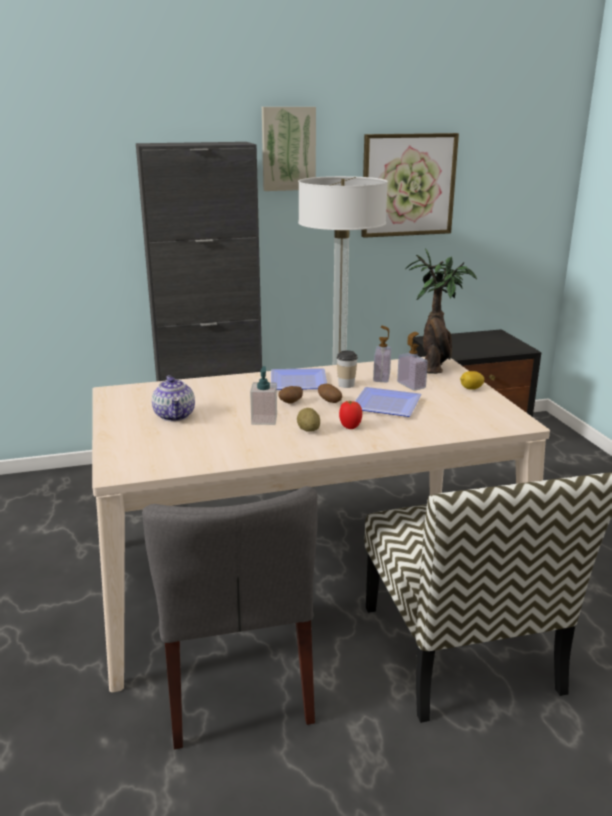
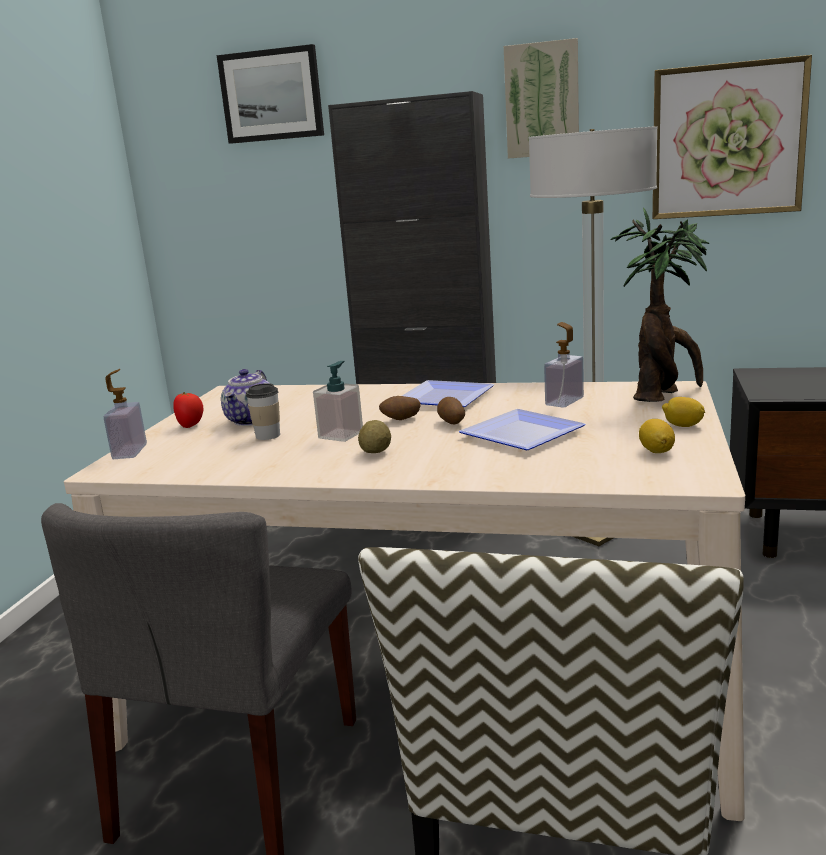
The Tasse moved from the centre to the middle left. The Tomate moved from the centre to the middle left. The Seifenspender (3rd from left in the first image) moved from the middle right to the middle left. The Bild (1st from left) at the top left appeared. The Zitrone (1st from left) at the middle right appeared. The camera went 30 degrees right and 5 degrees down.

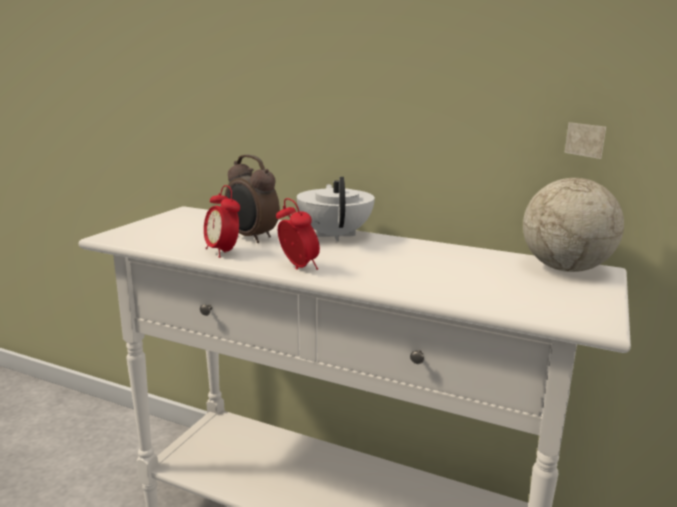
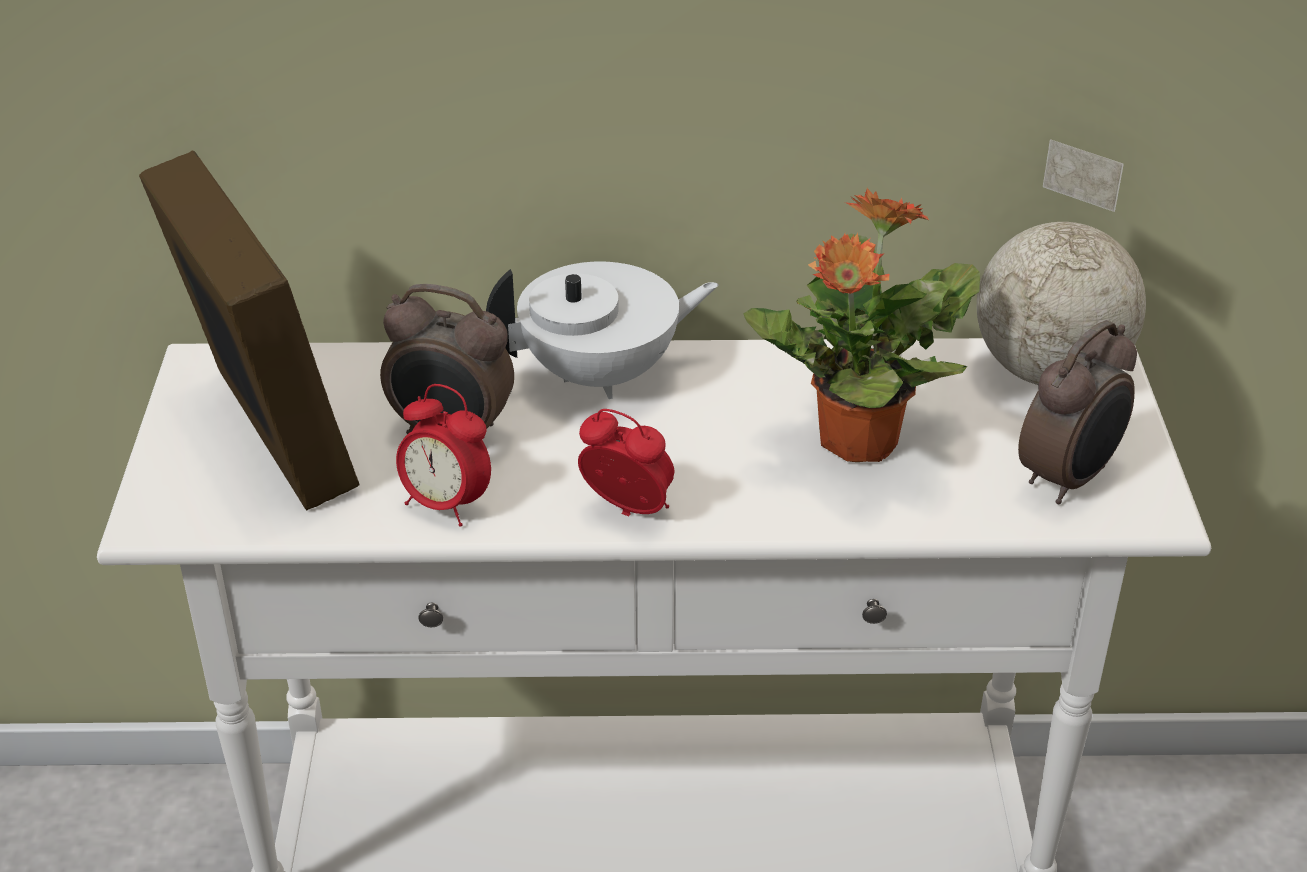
The Teekanne/weiß at the centre turned 105 degrees clockwise. The Bilderrahmen at the middle left appeared. The Topfpflanze at the centre appeared. The Wecker (4th from left) at the middle right appeared. The camera went 25 degrees left and 20 degrees up.

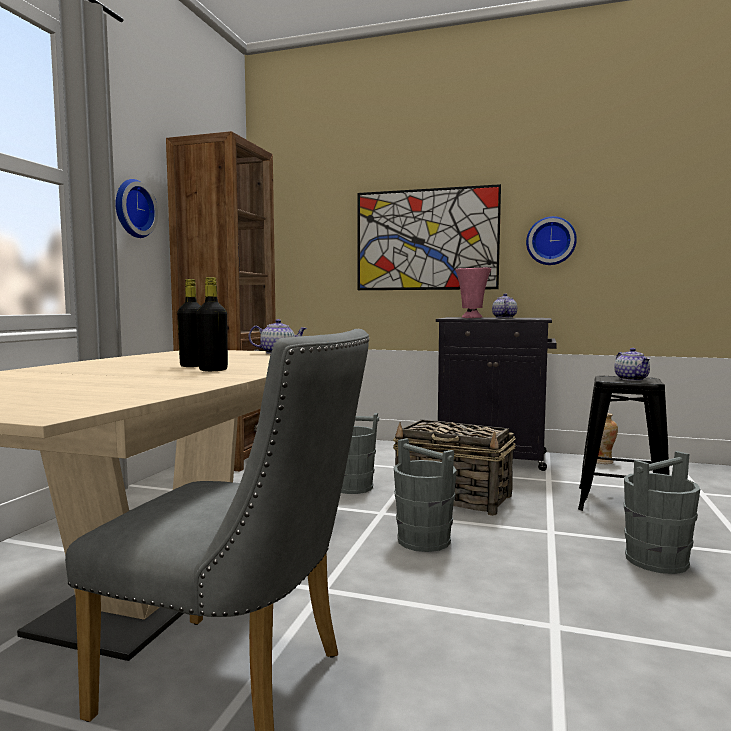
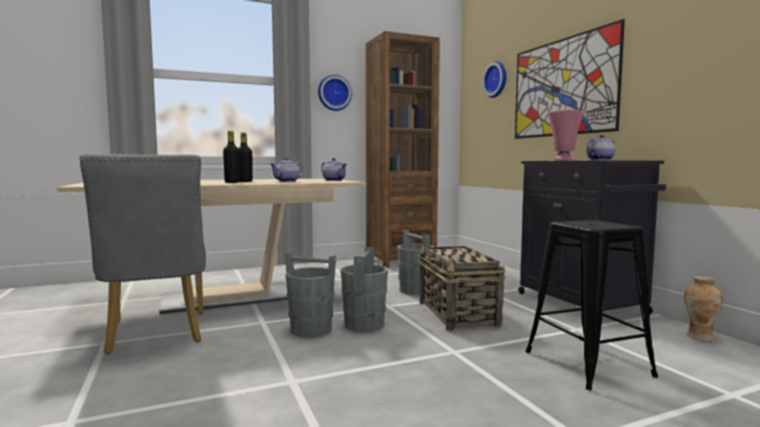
The Wanduhr (2nd from left) moved from the top right to the top centre. The Teekanne (3rd from left in the first image) moved from the middle right to the centre. The Eimer/grau (3rd from left in the first image) moved from the bottom right to the bottom centre. The camera went 50 degrees right and 0 degrees up.

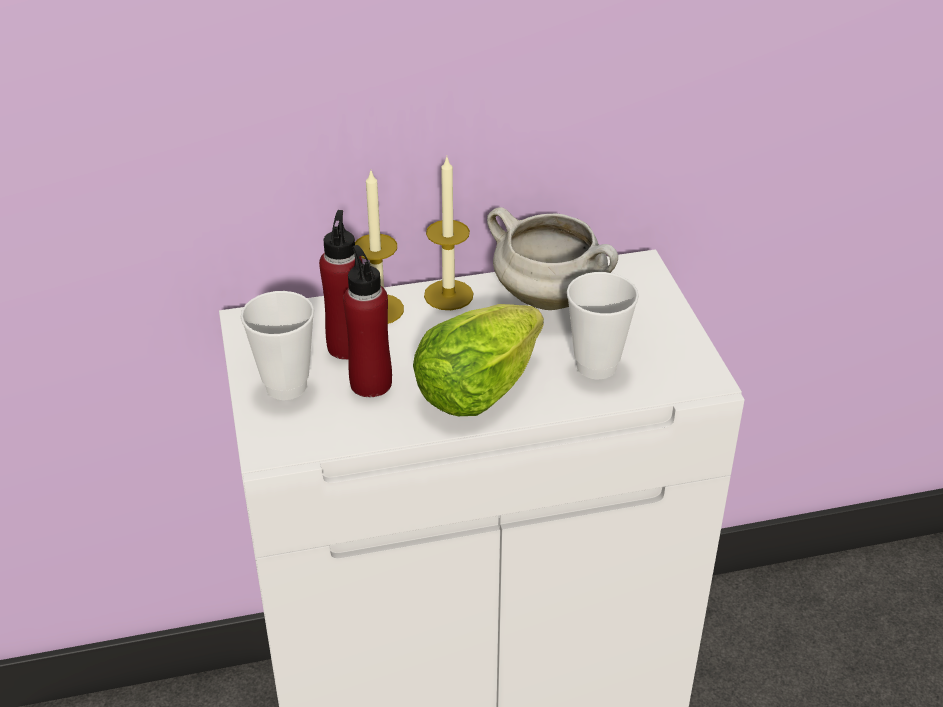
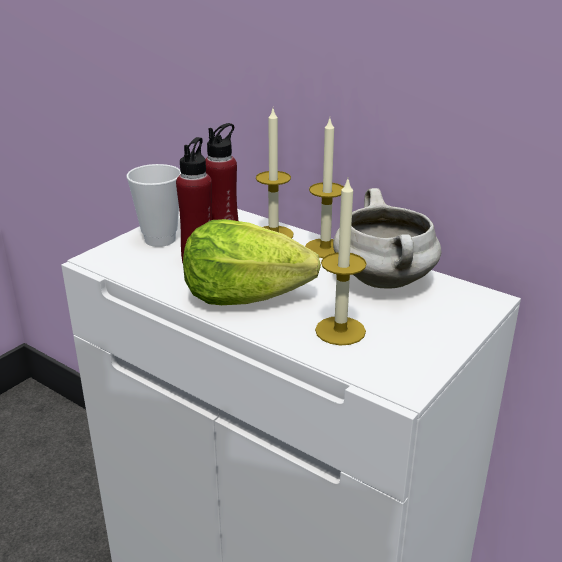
The Tasse (2nd from left) at the centre was replaced by the Kerze (3rd from left) at the centre. The camera went 50 degrees right and 10 degrees down.

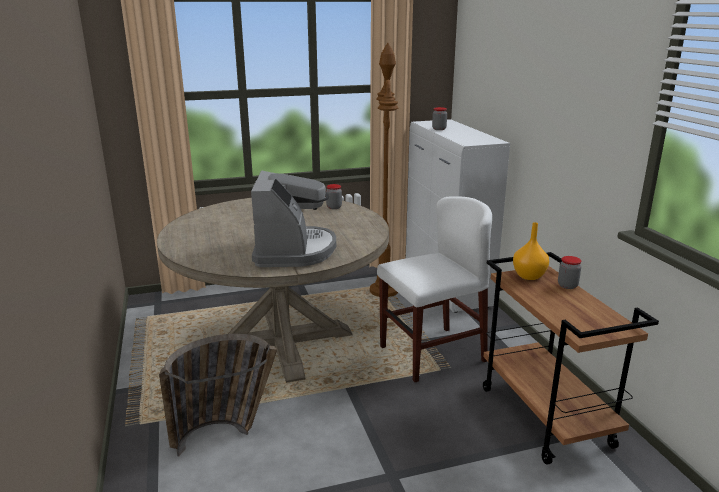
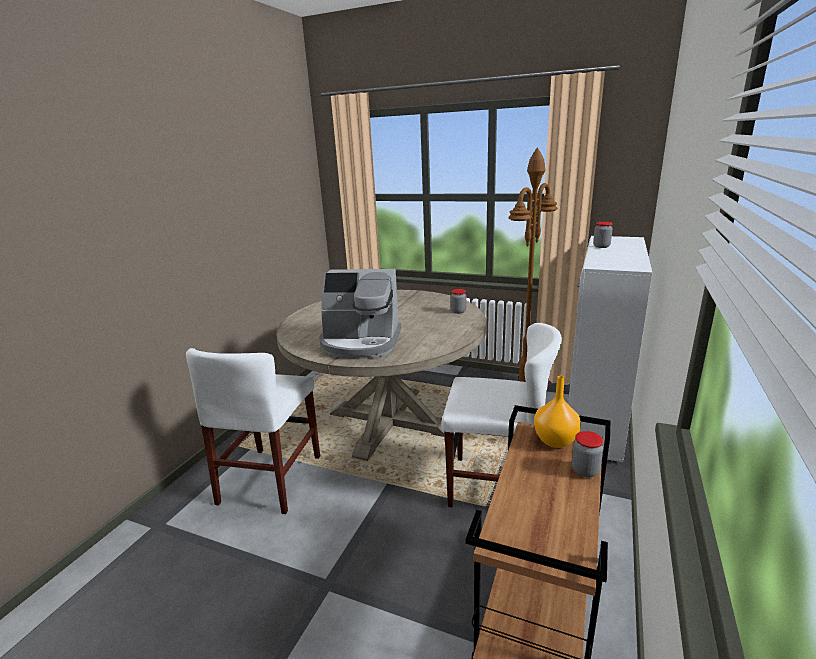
The Korb at the bottom left was replaced by the Stuhl/weiß (1st from left) at the middle left. The Kaffeemaschine at the centre turned 60 degrees clockwise. The camera went 40 degrees right and 0 degrees up.

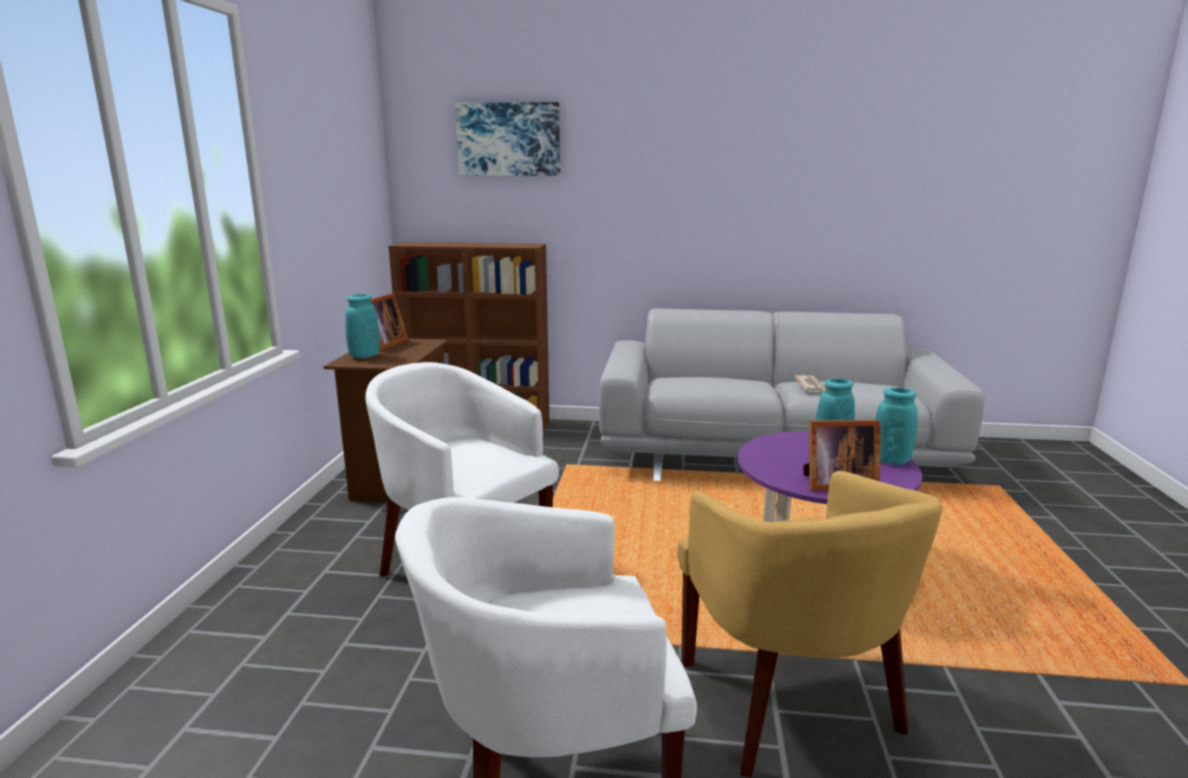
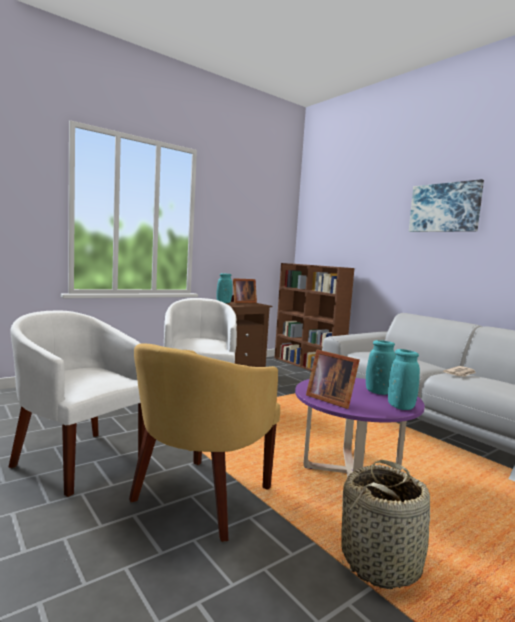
The Bild moved from the top centre to the top right. The Korb at the bottom right appeared. The camera went 45 degrees right and 10 degrees down.

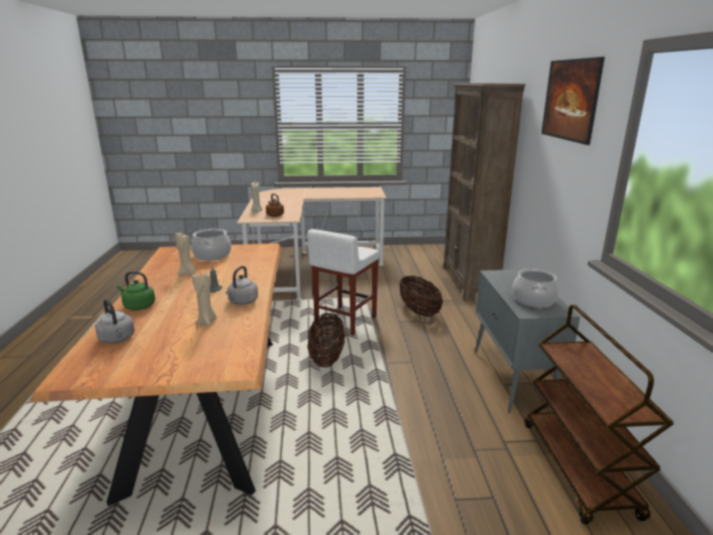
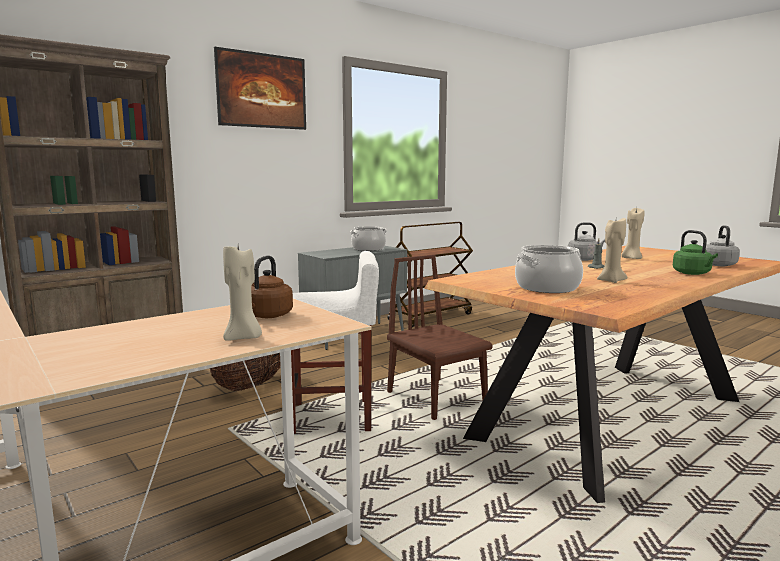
The Korb (1st from left) at the centre was replaced by the Stuhl/braun at the centre. The camera went 125 degrees left and 10 degrees down.

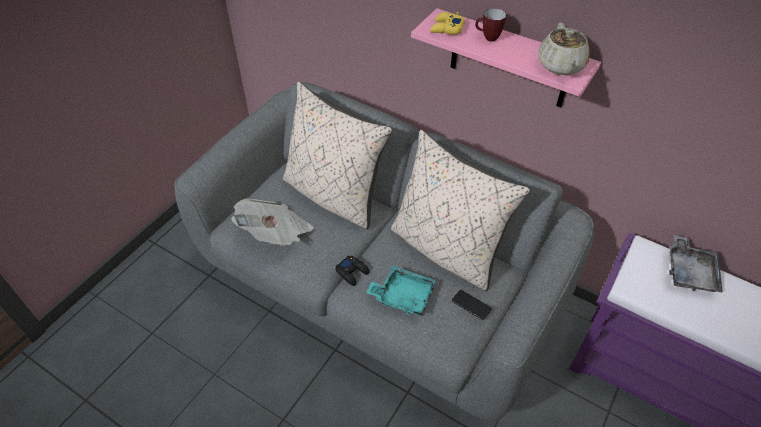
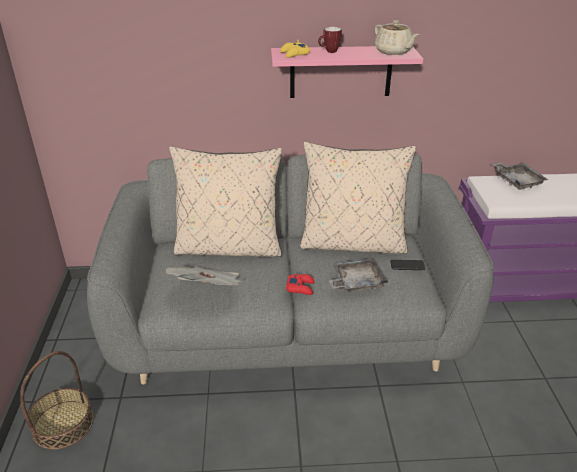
The Gamepad/schwarz at the centre became the Gamepad/rot at the centre. The Tablett/türkis at the bottom centre became the Tablett/grau (1st from left) at the centre. The Korb at the bottom left appeared. The camera went 35 degrees left and 15 degrees down.

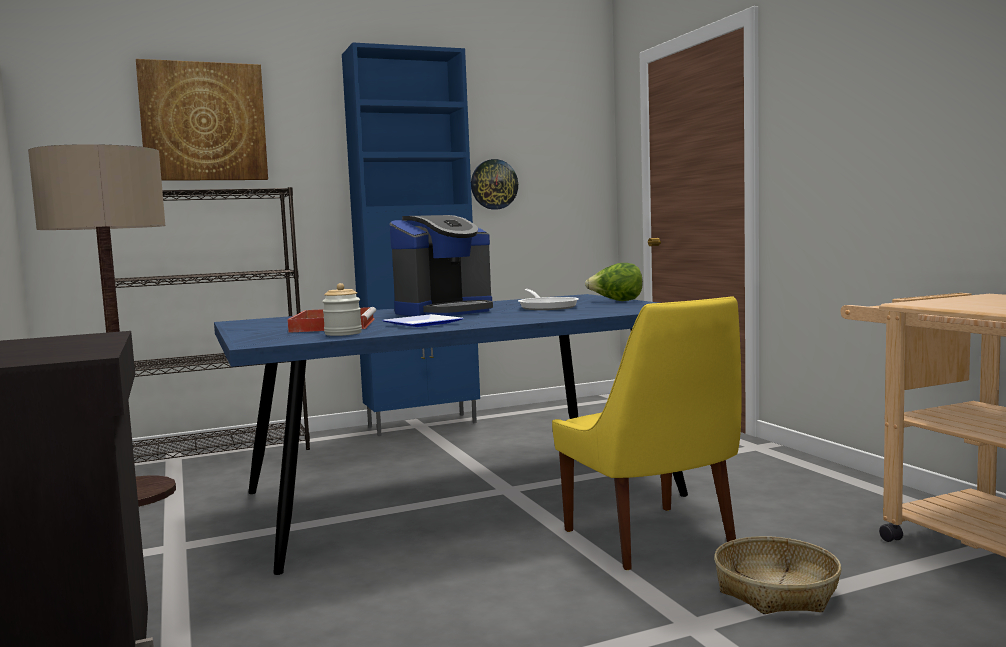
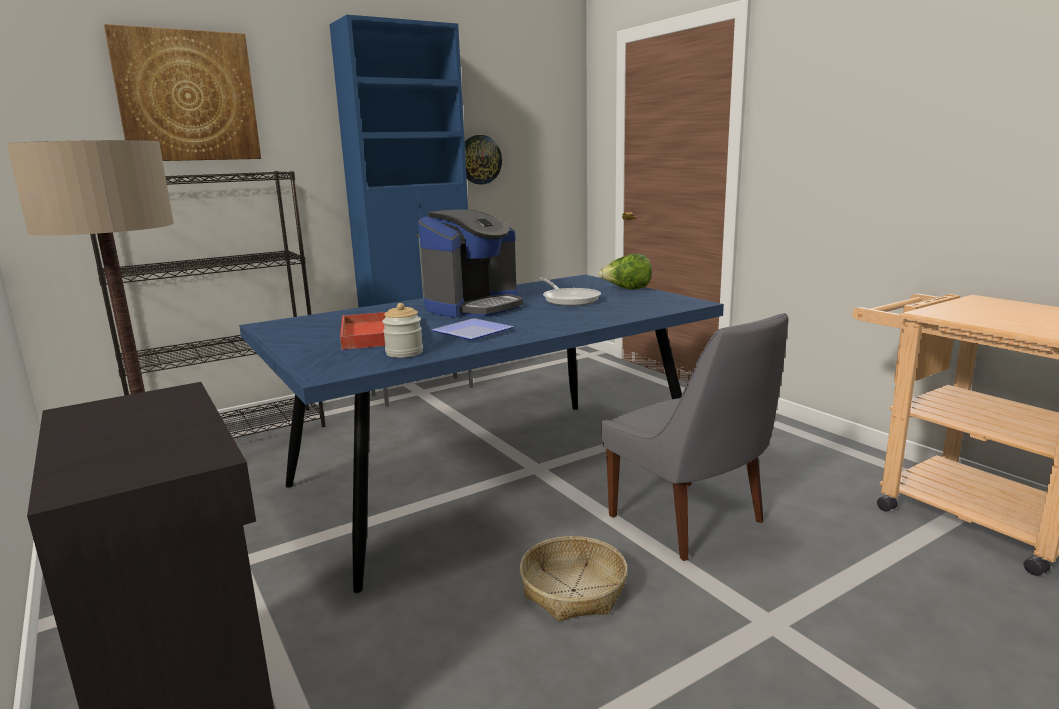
The Stuhl/gelb at the bottom centre became the Stuhl/grau at the centre. The Korb moved from the bottom right to the bottom centre. The camera went 10 degrees left and 10 degrees up.

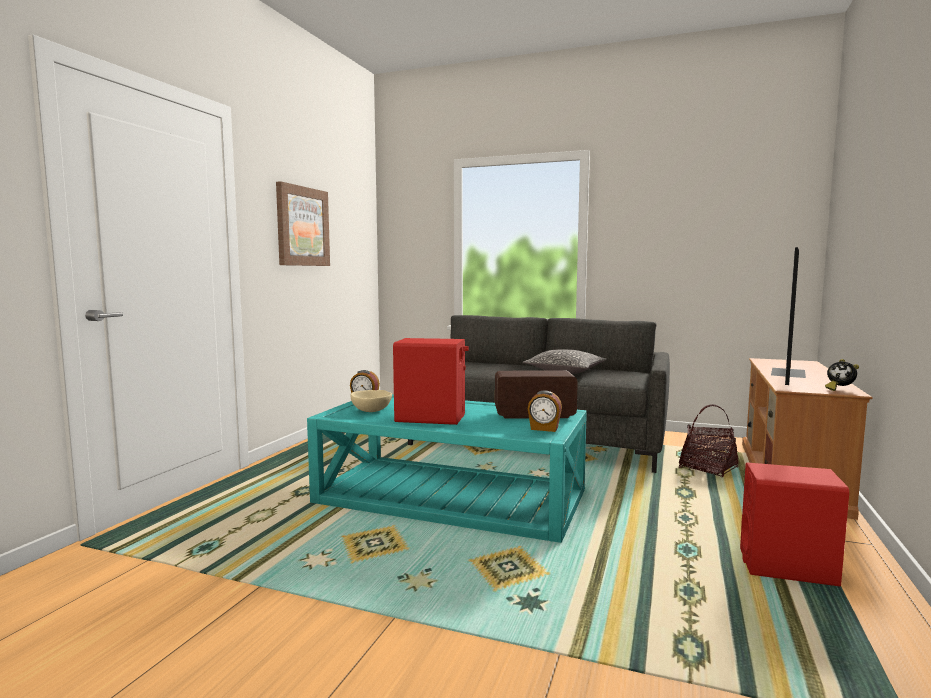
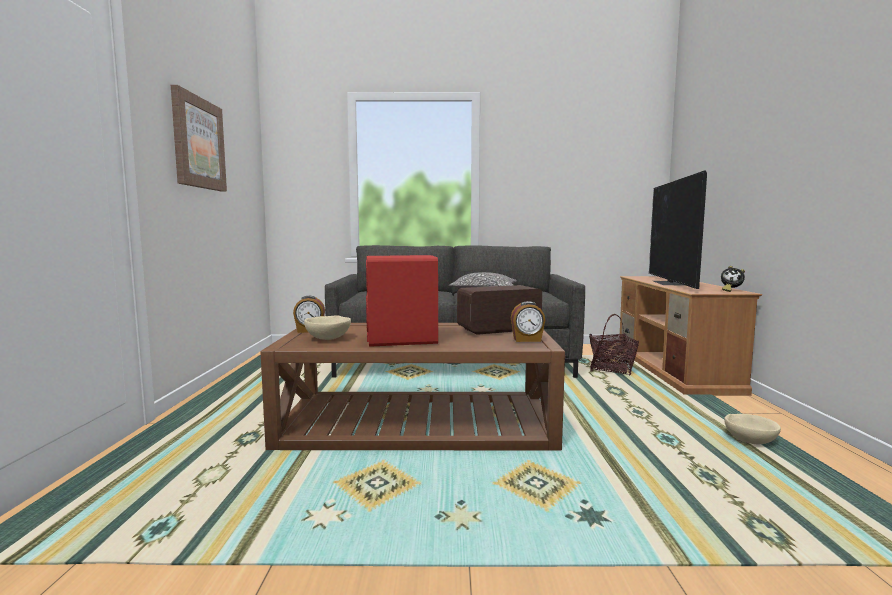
The Couchtisch/türkis at the bottom centre became the Couchtisch/braun at the centre. The Lautsprecher/rot (2nd from left) at the bottom right was replaced by the Schüssel/beige (2nd from left) at the bottom right. The camera went 20 degrees left and 0 degrees up.

